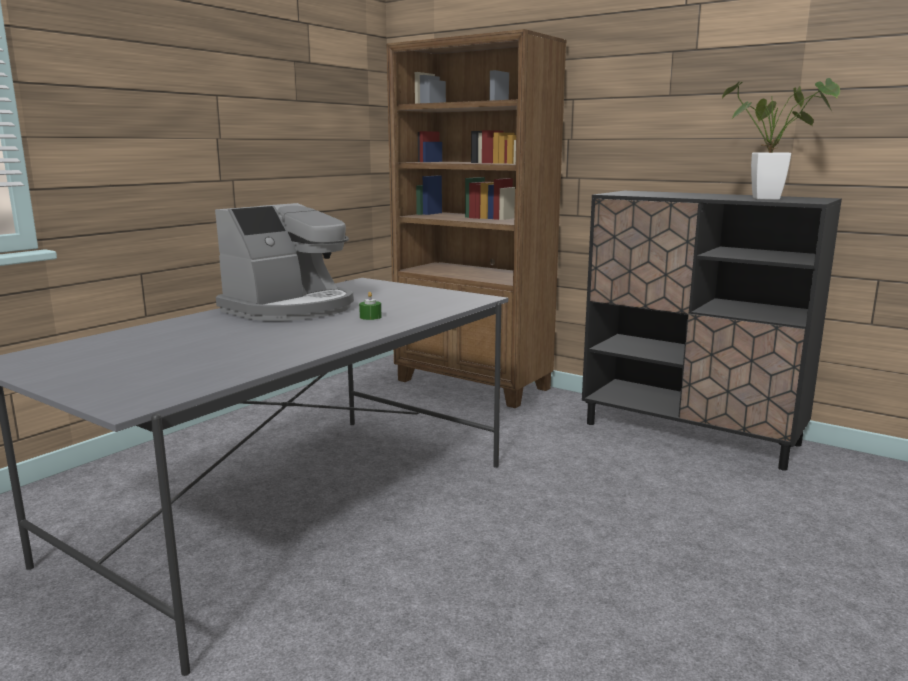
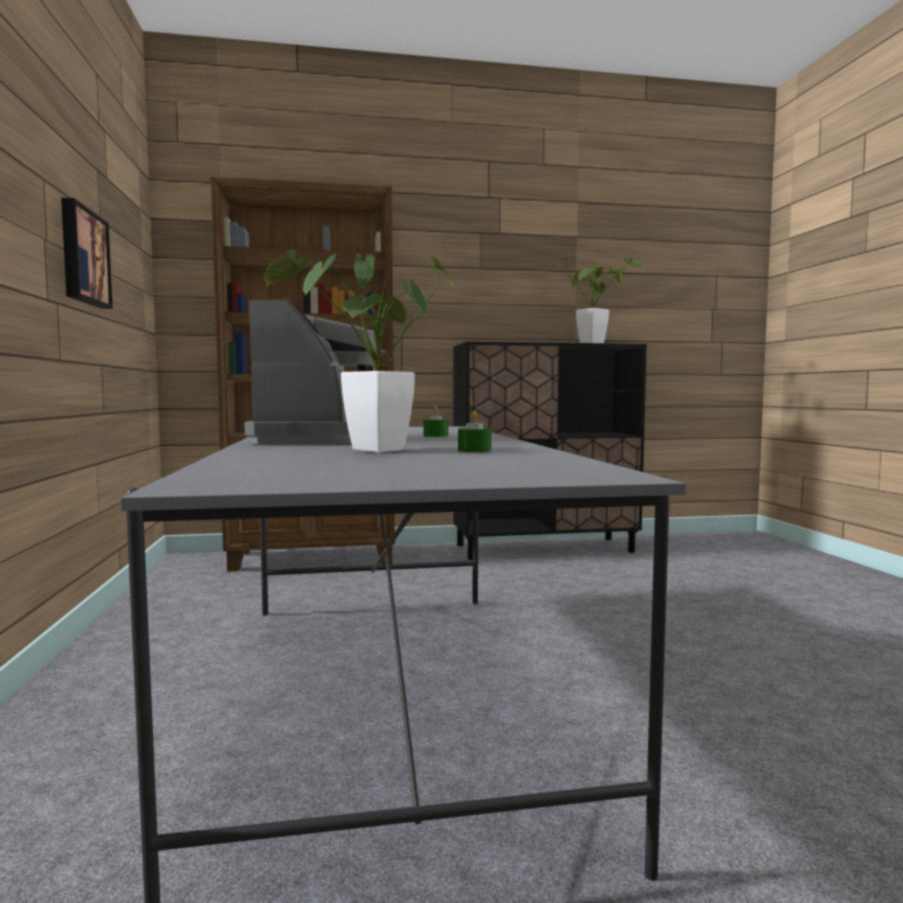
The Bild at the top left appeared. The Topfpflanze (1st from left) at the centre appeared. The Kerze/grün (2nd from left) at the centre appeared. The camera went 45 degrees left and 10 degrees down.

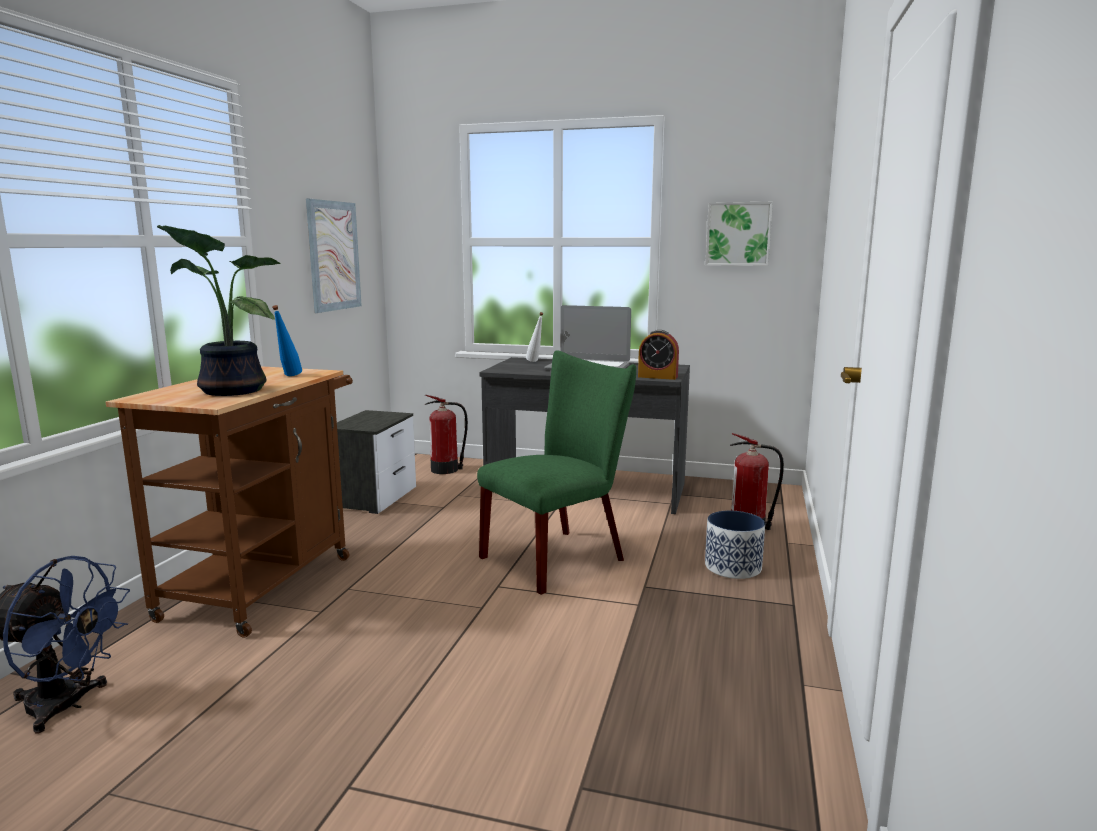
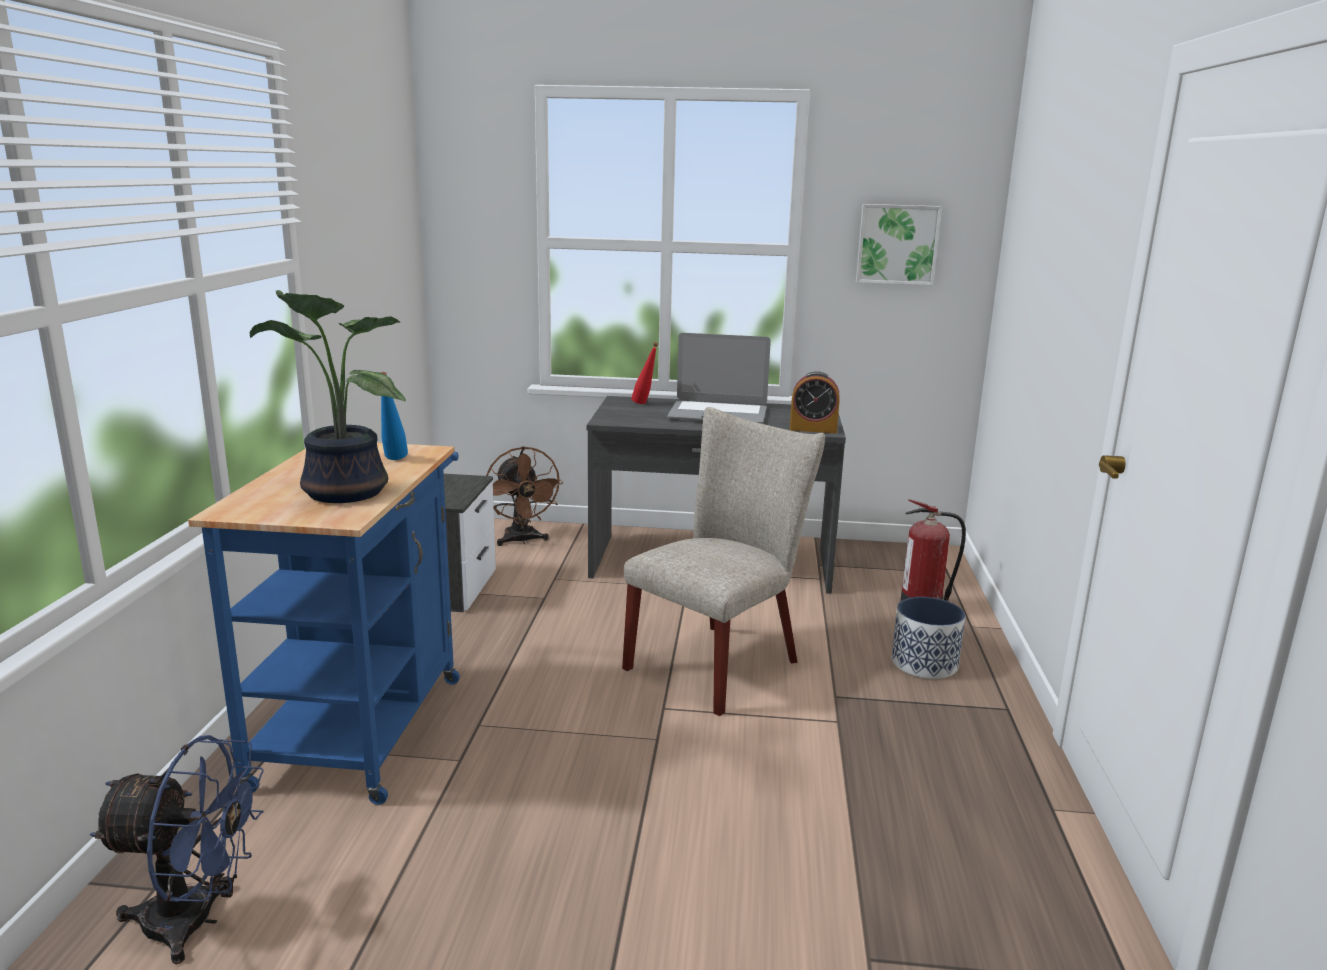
The Rollwagen/braun at the middle left became the Rollwagen/blau at the middle left. The Bild (1st from left) at the top left disappeared. The Feuerlöscher (1st from left) at the centre was replaced by the Ventilator/braun at the centre. The Stuhl/grün at the centre became the Stuhl/beige at the centre. The Flasche/weiß at the centre became the Flasche/rot at the centre. The camera went 10 degrees left and 5 degrees up.

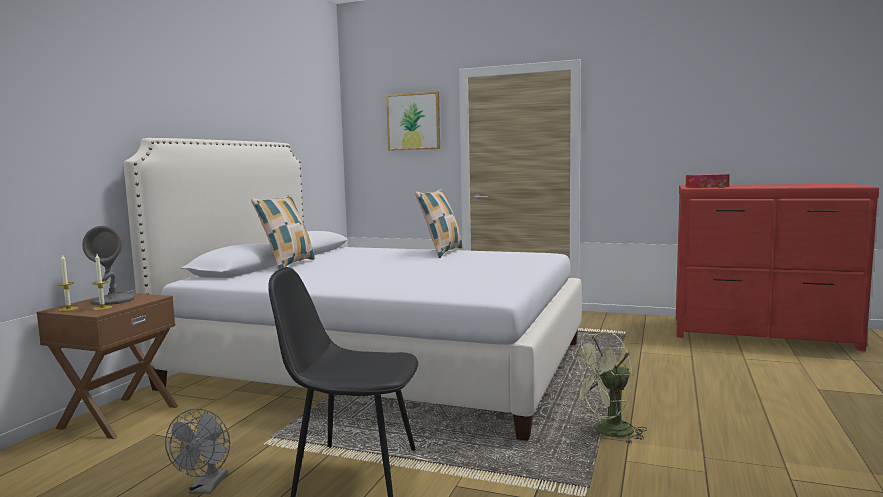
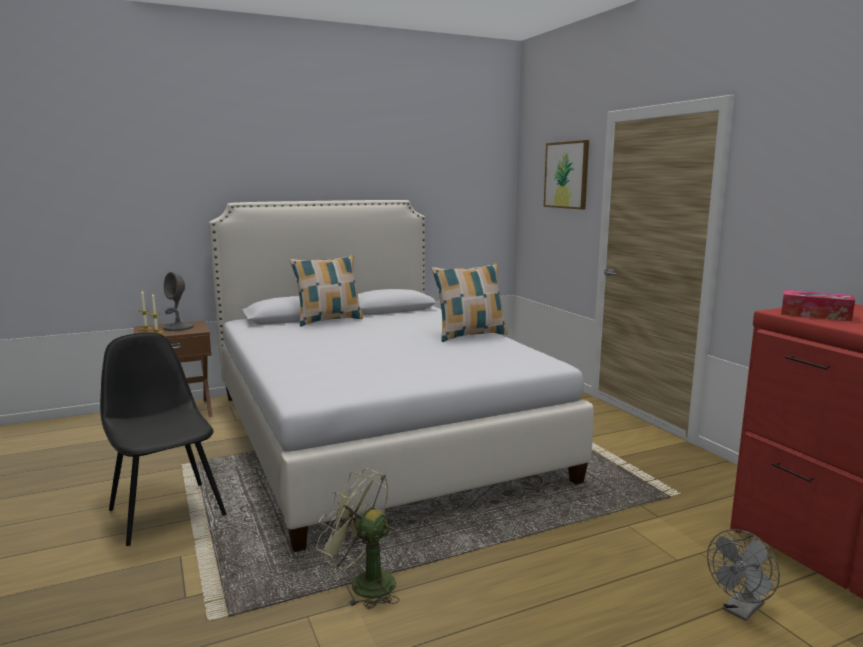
The Ventilator/grau moved from the bottom left to the bottom right. The camera went 45 degrees right and 5 degrees up.

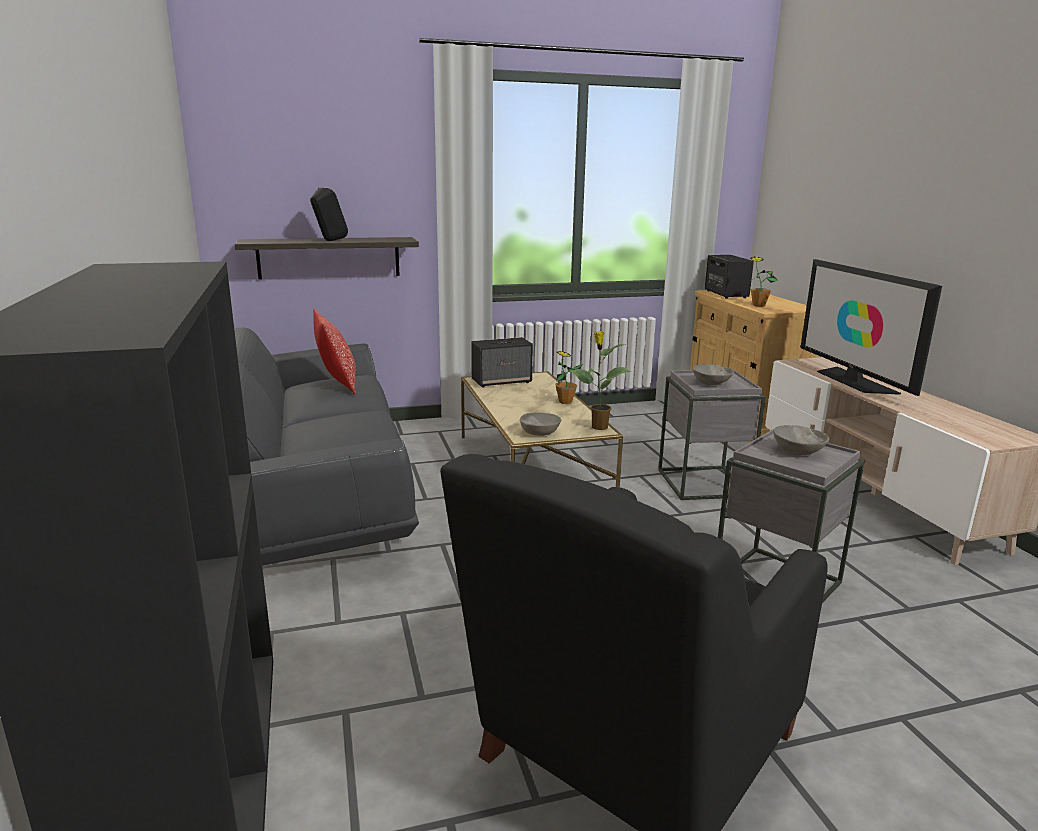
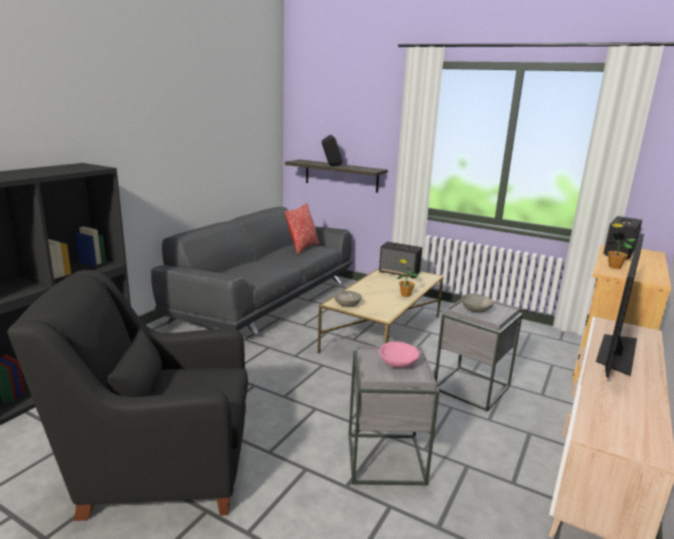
The Topfpflanze (2nd from left) at the centre disappeared. The Schüssel/grau (3rd from left) at the middle right became the Schüssel/rosa at the centre. The camera went 45 degrees right and 0 degrees up.

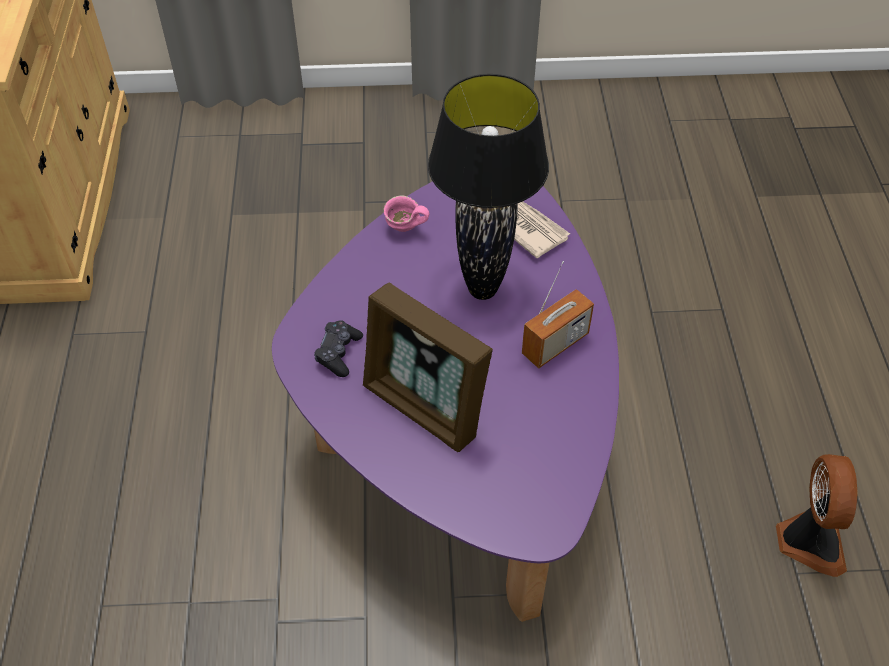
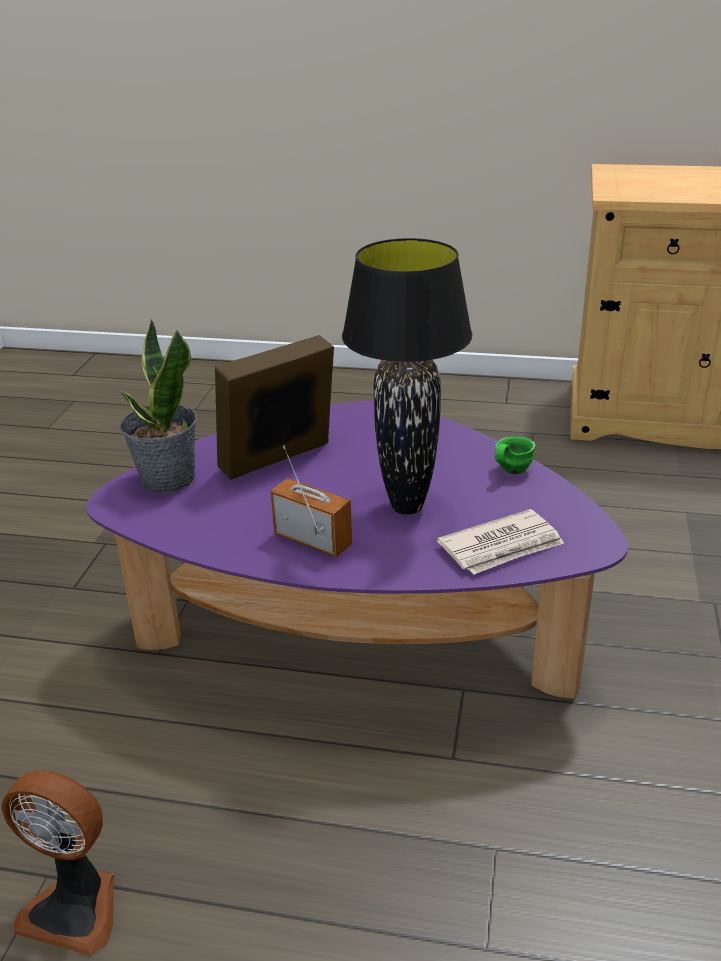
The Gamepad/schwarz at the centre disappeared. The Henkelbecher/rosa at the top centre became the Henkelbecher/grün at the middle right. The Radio at the centre turned 150 degrees clockwise. The Topfpflanze at the middle left appeared. The camera went 105 degrees right and 20 degrees down.

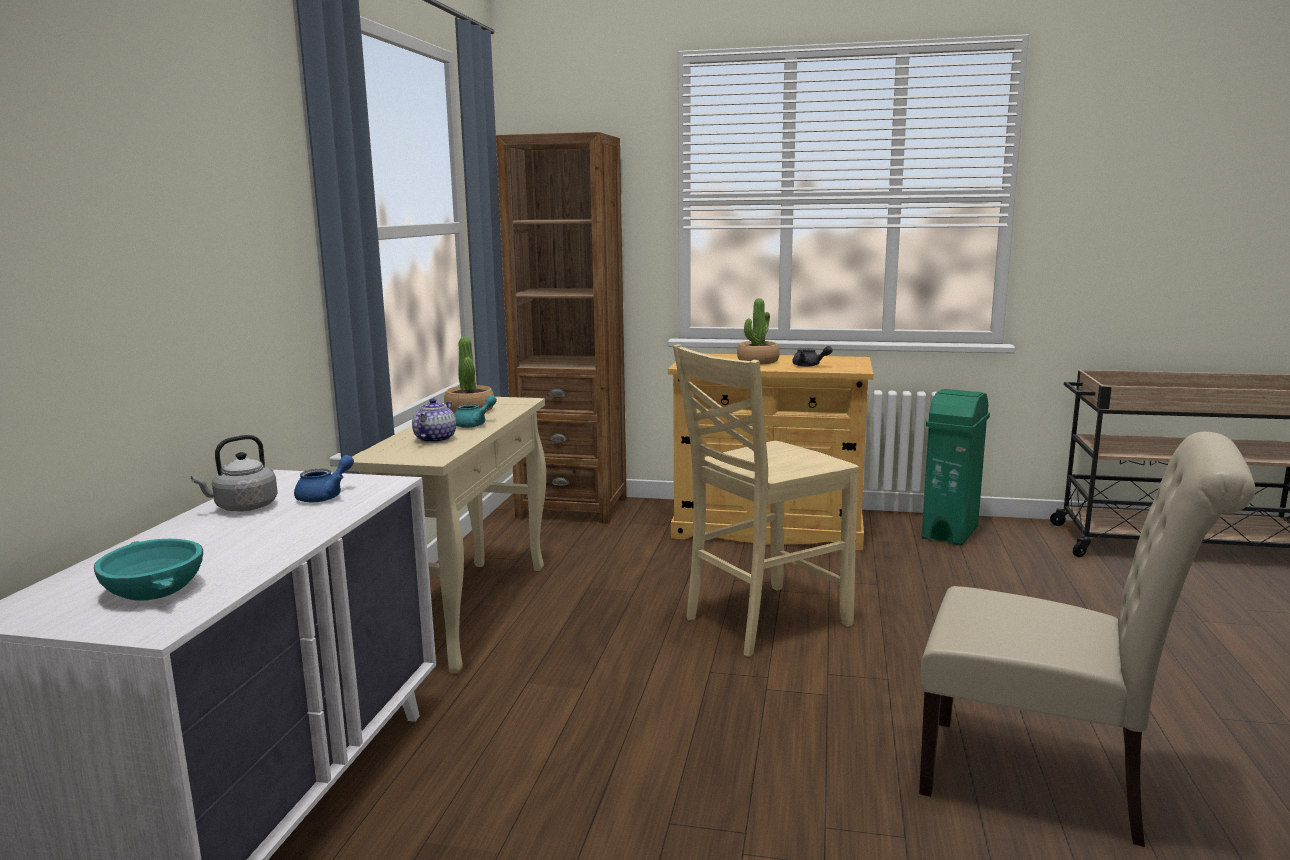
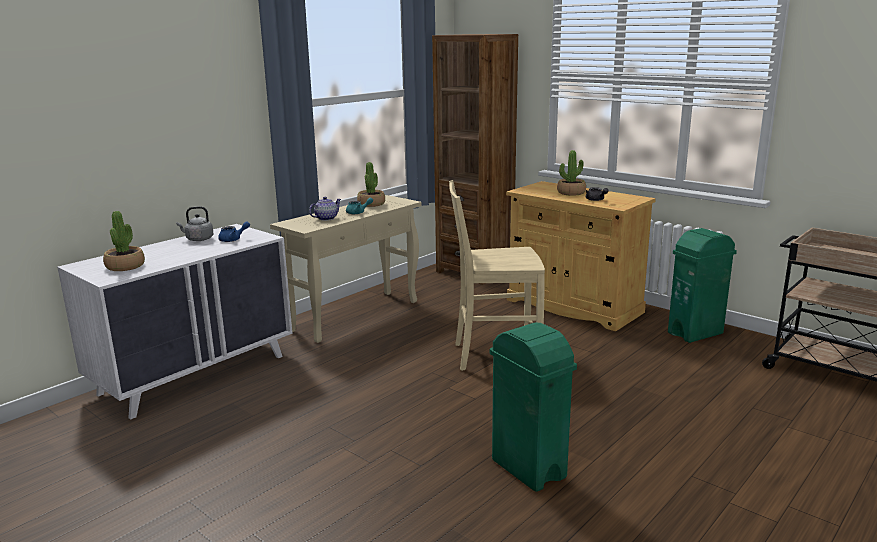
The Schüssel/türkis at the middle left was replaced by the Topfpflanze (1st from left) at the middle left. The Stuhl/beige (2nd from left) at the bottom right was replaced by the Mülleimer/grün (1st from left) at the bottom centre. The camera went 30 degrees right and 5 degrees up.

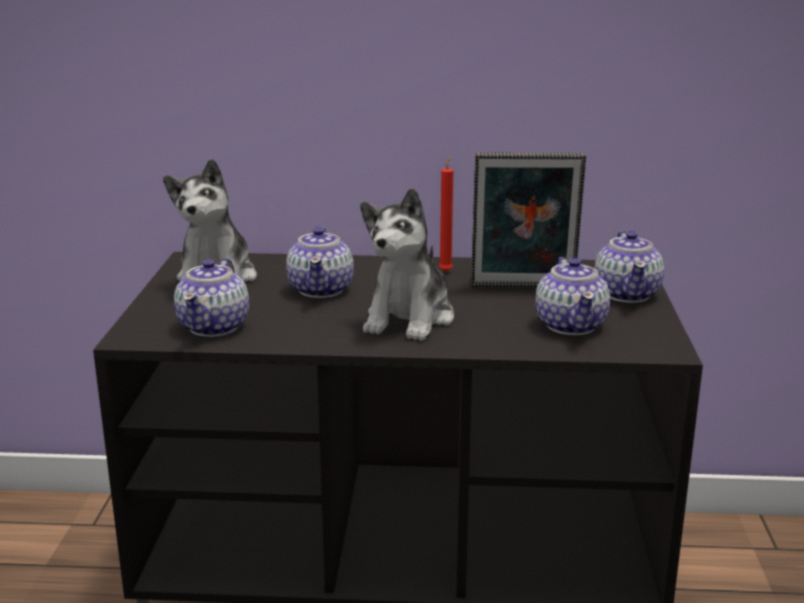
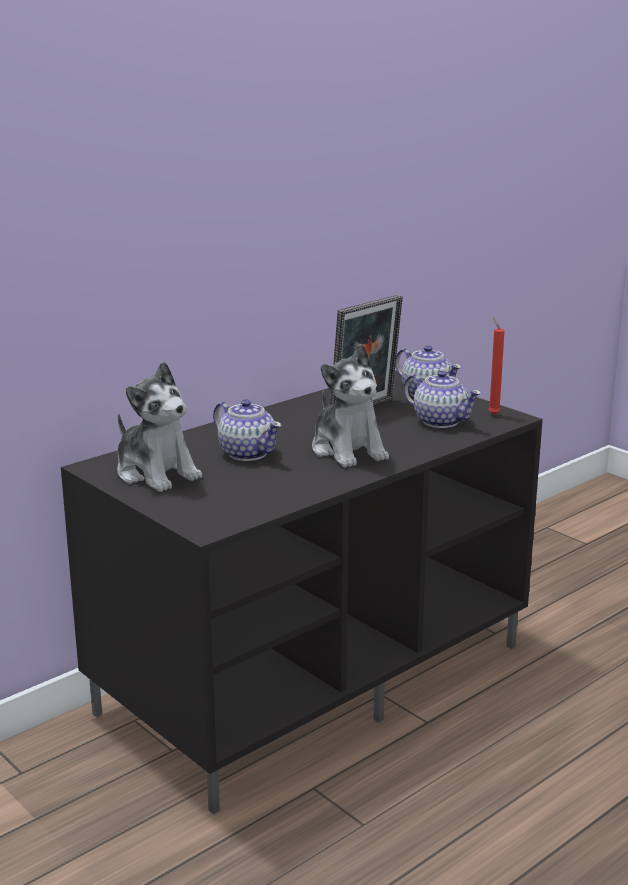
The Teekanne (1st from left) at the middle left disappeared. The Kerze/rot moved from the centre to the middle right. The camera went 45 degrees left and 0 degrees up.

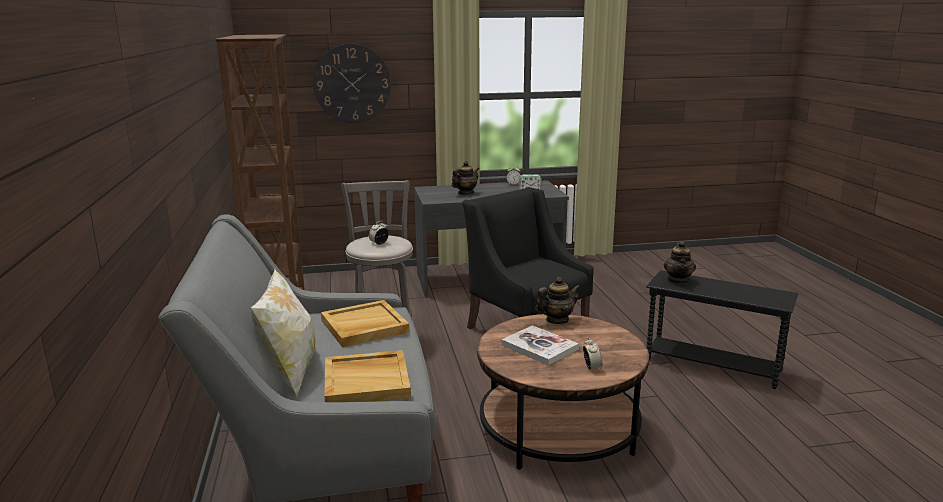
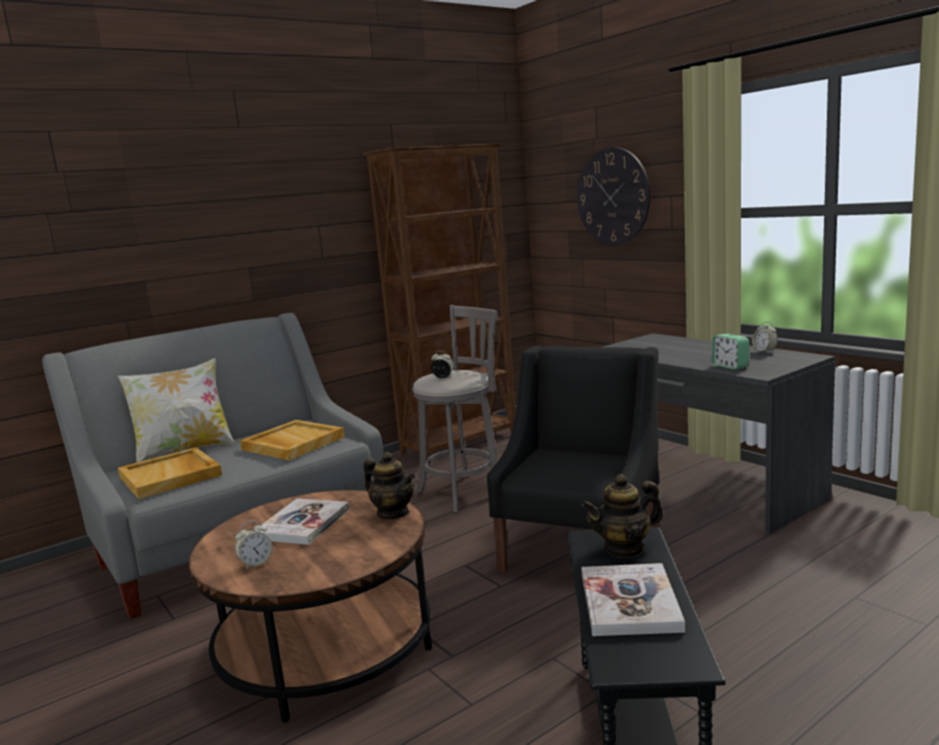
The Teekanne (1st from left) at the centre disappeared. The Buch (2nd from left) at the bottom right appeared. The camera went 65 degrees right and 5 degrees down.

